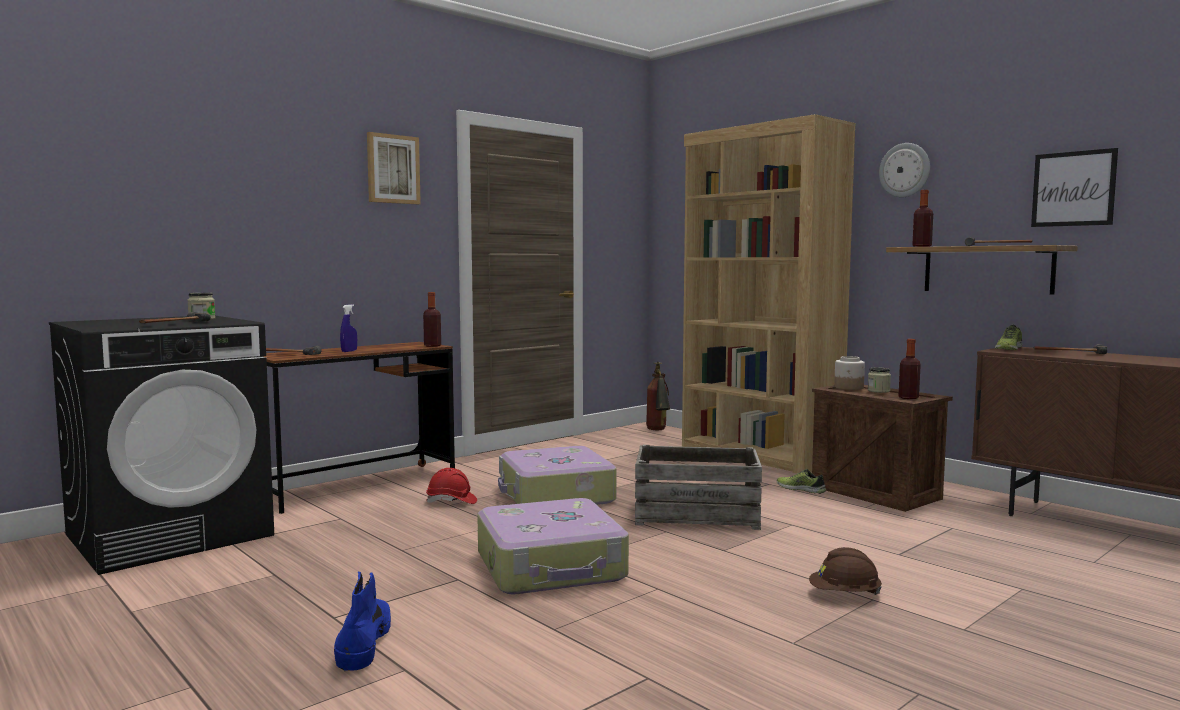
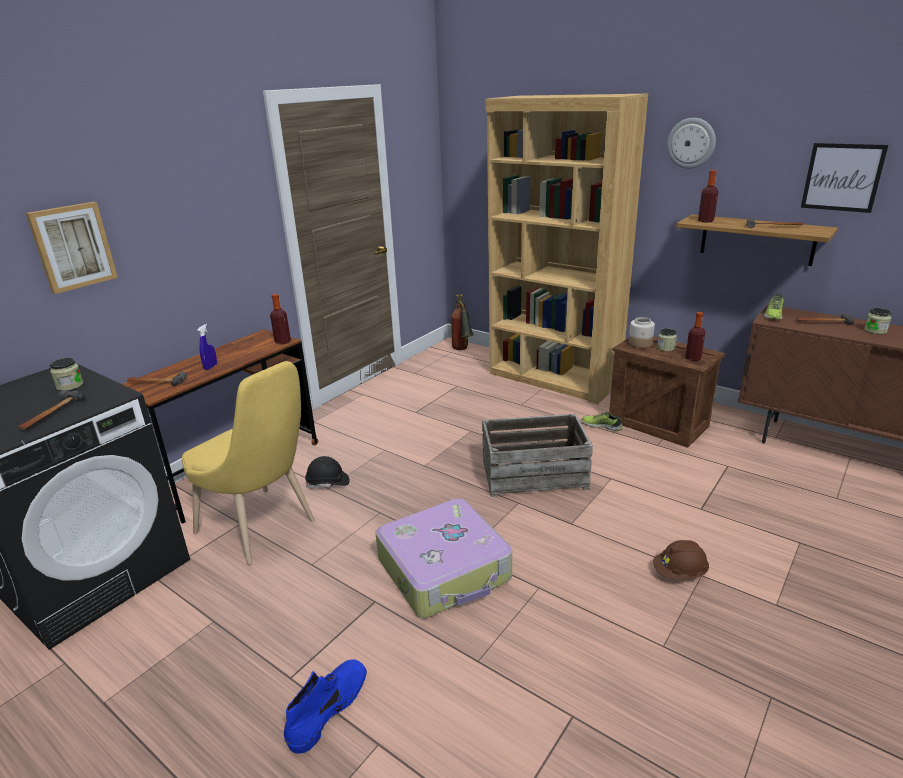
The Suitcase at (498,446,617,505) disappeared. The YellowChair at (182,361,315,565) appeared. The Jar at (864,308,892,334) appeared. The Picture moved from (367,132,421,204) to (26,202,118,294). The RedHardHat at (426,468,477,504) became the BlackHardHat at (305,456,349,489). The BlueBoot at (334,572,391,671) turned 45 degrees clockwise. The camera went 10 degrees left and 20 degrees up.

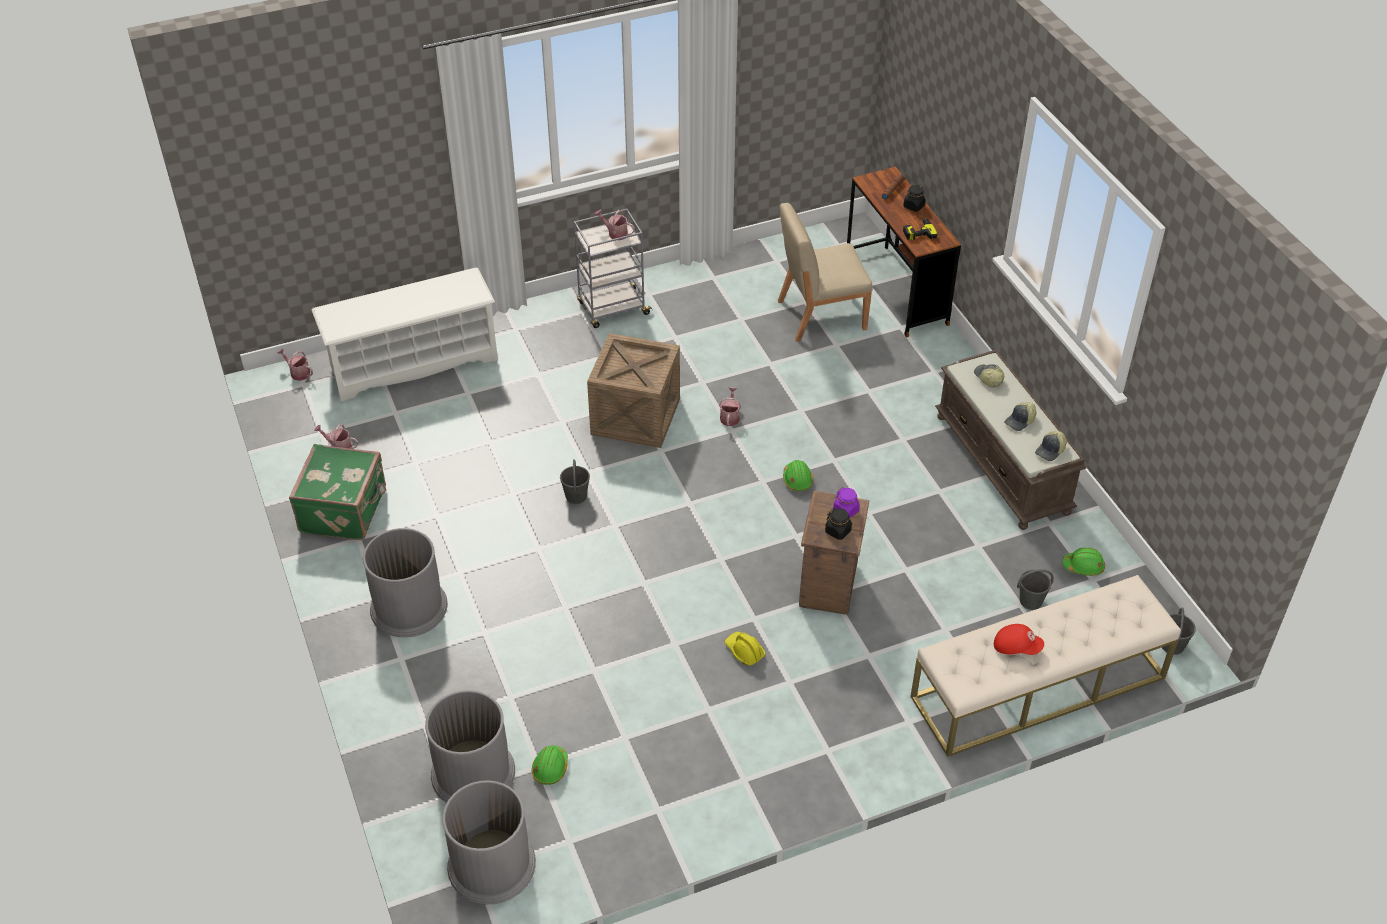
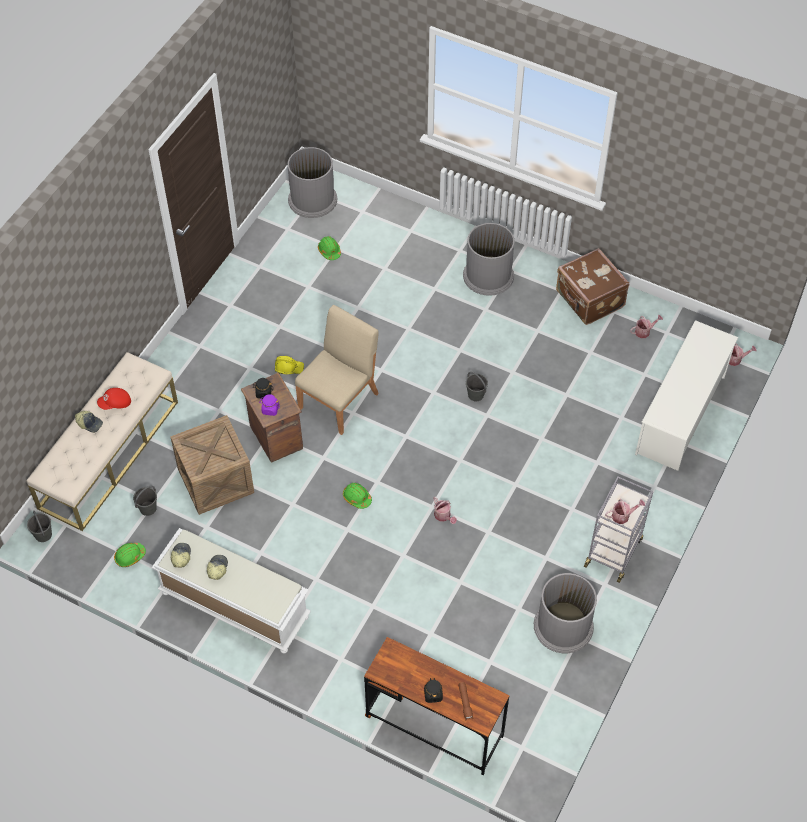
The PowerDrill at (903,212,938,240) disappeared. The GreyTrashCan moved from (425,690,515,803) to (534,573,597,653). The Crate moved from (587,333,680,448) to (170,415,254,515). The BeigeChair moved from (778,203,873,342) to (295,305,379,435). The Cap moved from (974,364,1004,388) to (75,411,103,433). The GreenSuitcase at (289,444,387,540) became the BrownSuitcase at (556,248,629,325). The BrownBench at (935,350,1086,530) became the WhiteBench at (152,528,311,654). The camera went 140 degrees right and 10 degrees up.

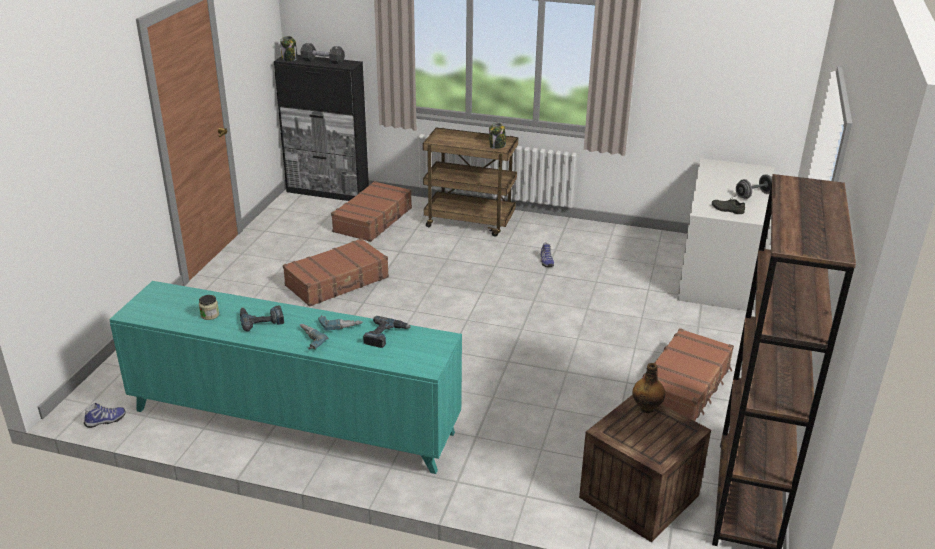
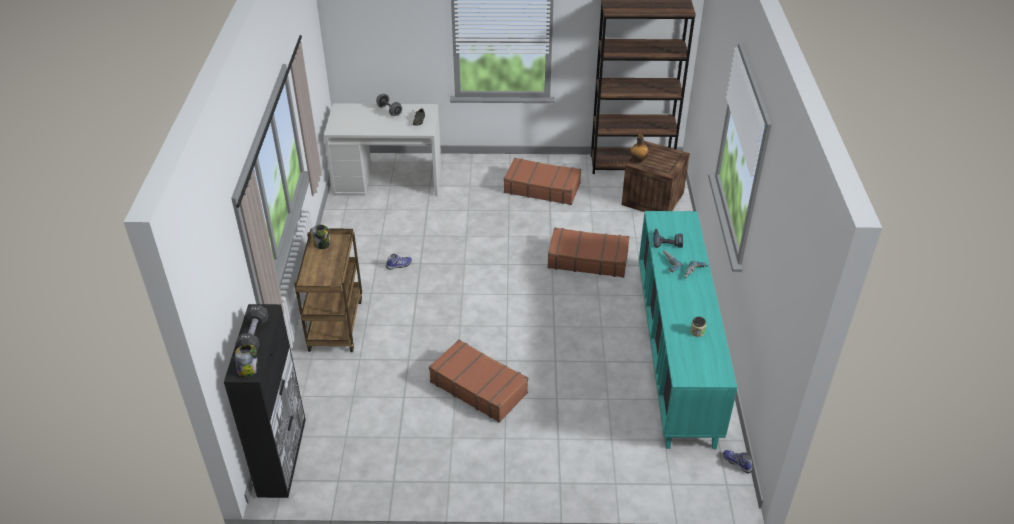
The PowerDrill at (240,306,284,331) disappeared. The BrownSuitcase moved from (331,181,412,242) to (547,227,630,278). The camera went 105 degrees left and 10 degrees up.

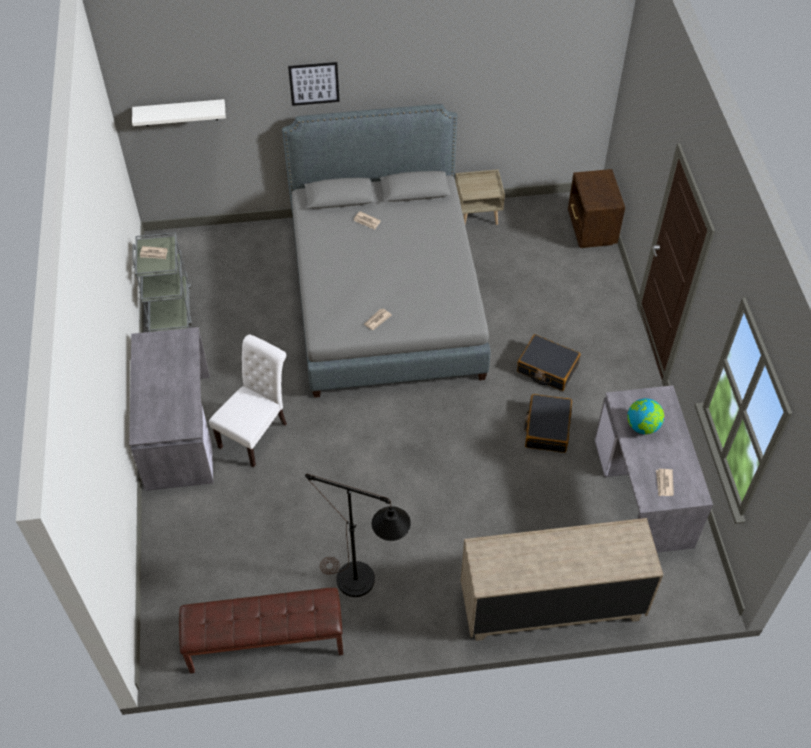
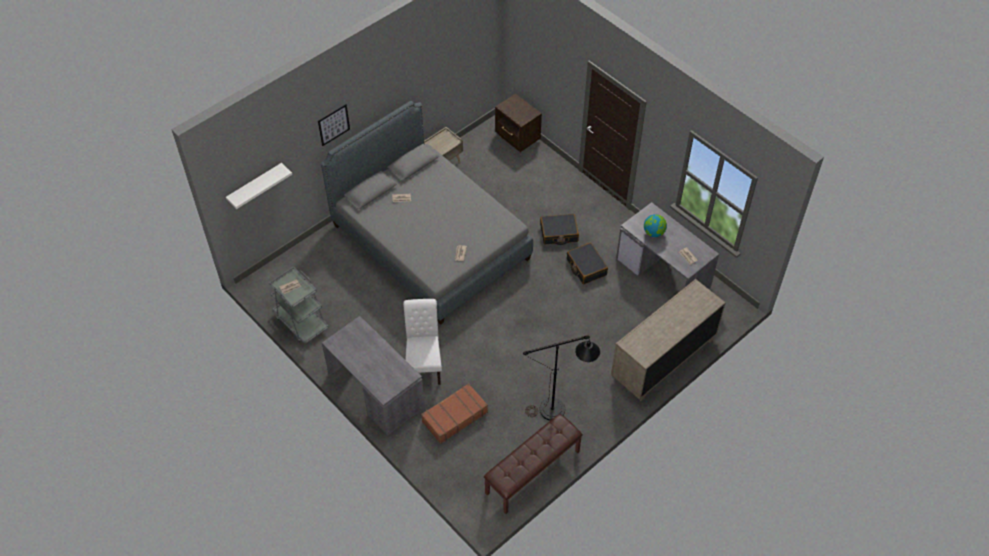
The BrownSuitcase at (421,383,488,444) appeared. The camera went 35 degrees left and 0 degrees up.

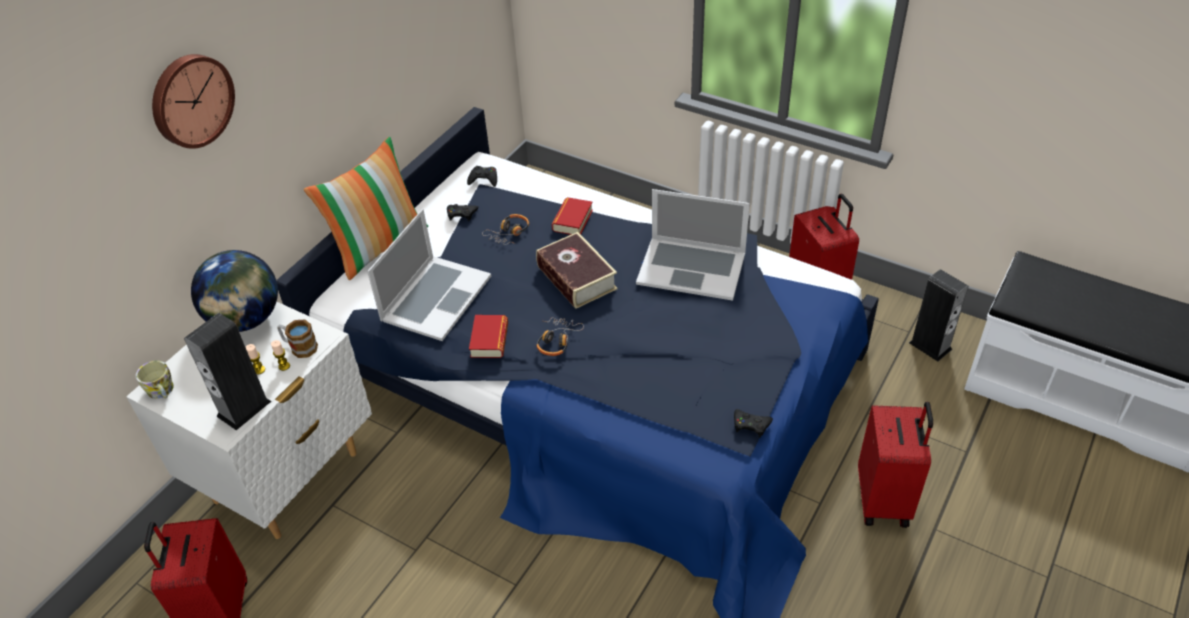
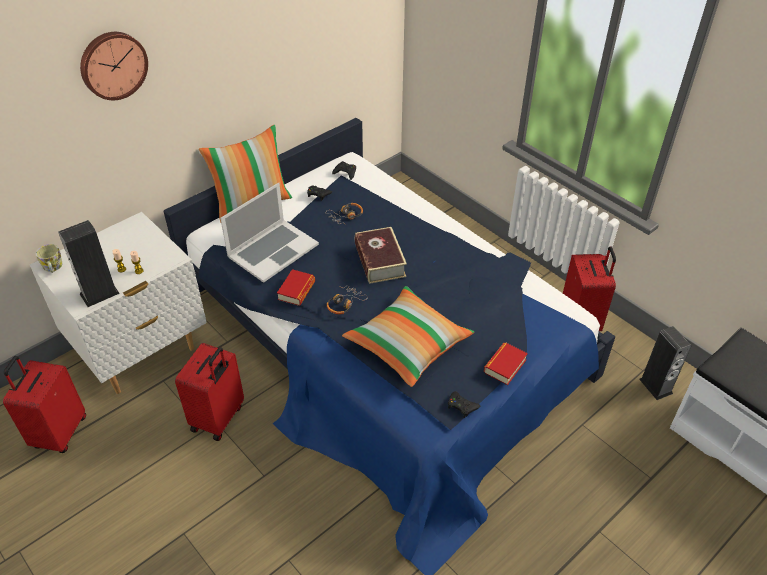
The Globe at (191,250,278,332) disappeared. The Mug at (277,319,318,358) disappeared. The Laptop at (636,189,750,301) disappeared. The Pillow at (342,286,474,387) appeared. The Book moved from (552,197,593,235) to (484,342,528,385). The RedSuitcase moved from (858,402,933,528) to (175,343,244,441). The camera went 15 degrees right and 0 degrees up.

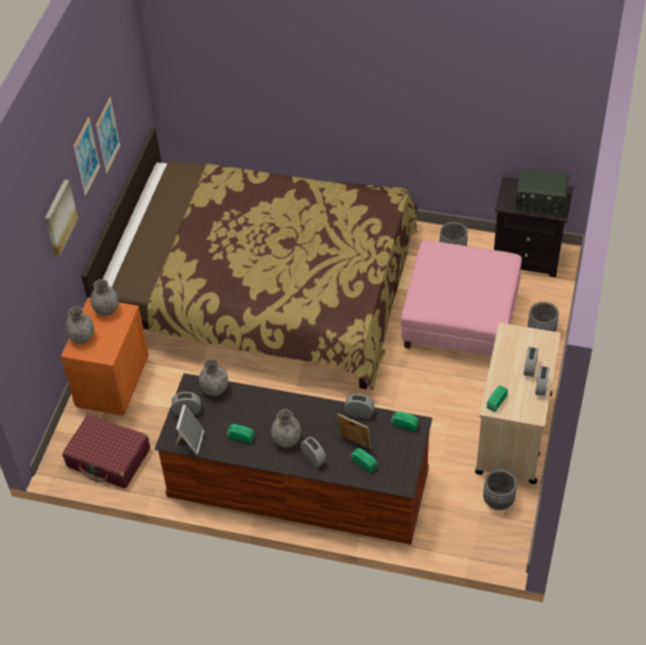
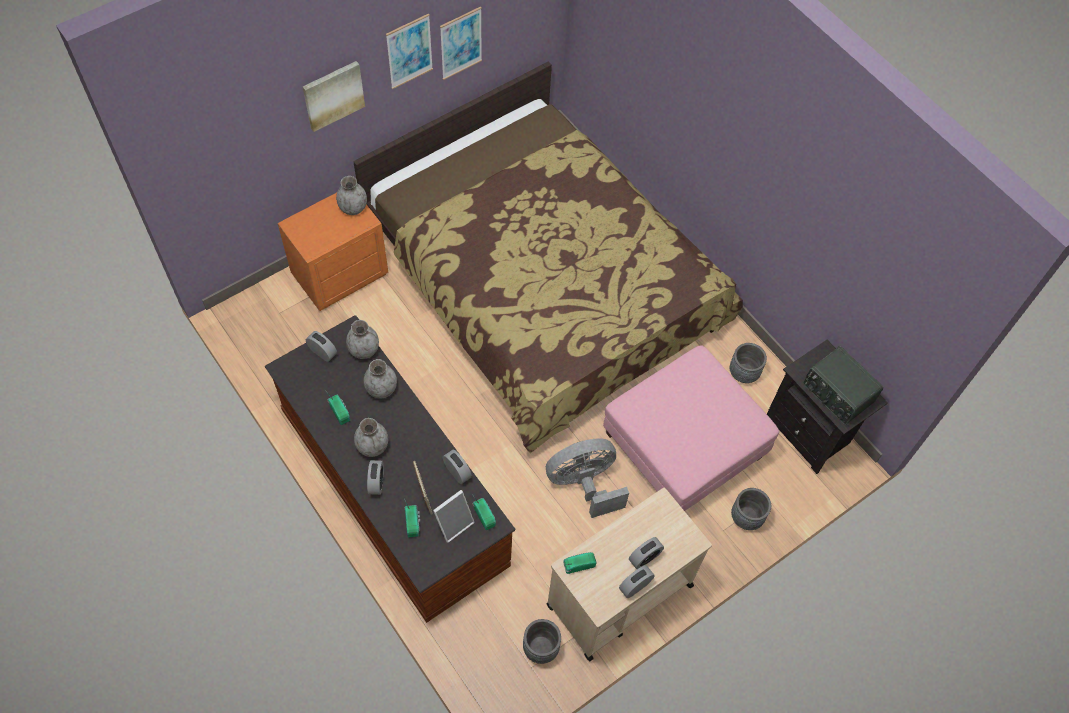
The RedSuitcase at (62,414,150,488) disappeared. The GreyFan at (546,438,629,518) appeared. The GreyVase moved from (65,307,94,344) to (363,359,397,399). The PictureFrame moved from (176,405,204,454) to (433,490,475,543). The camera went 35 degrees right and 10 degrees up.

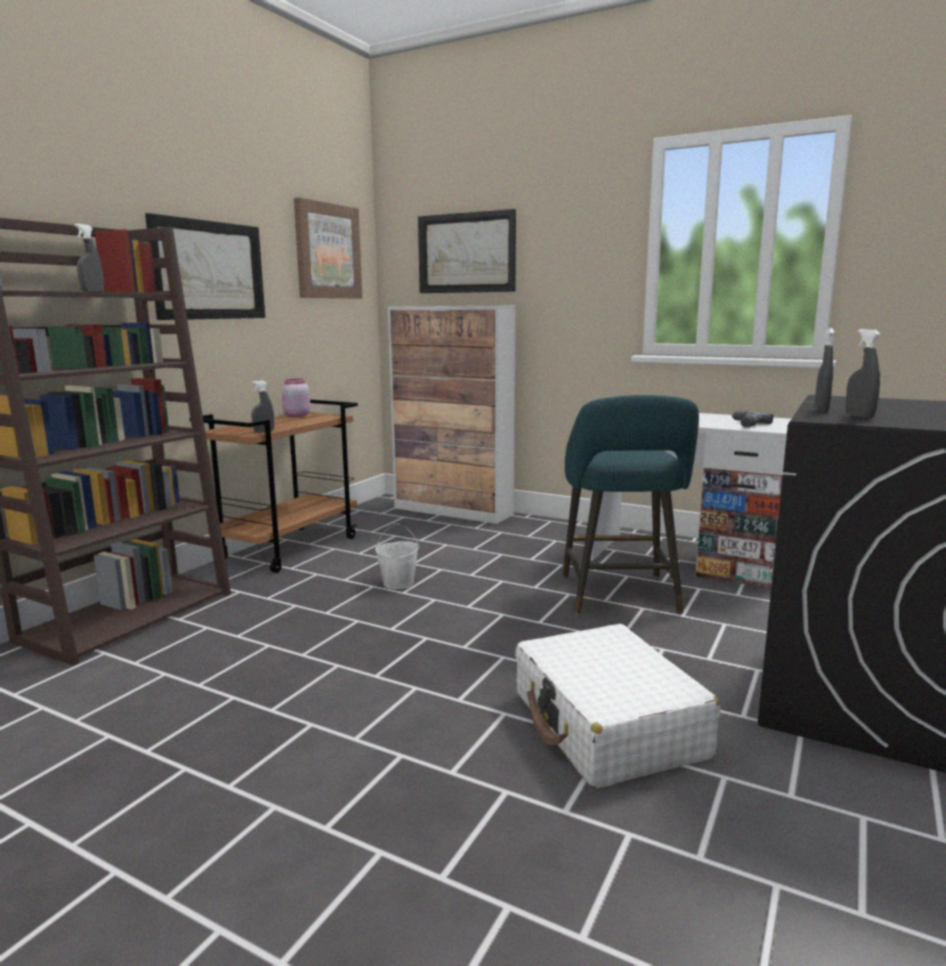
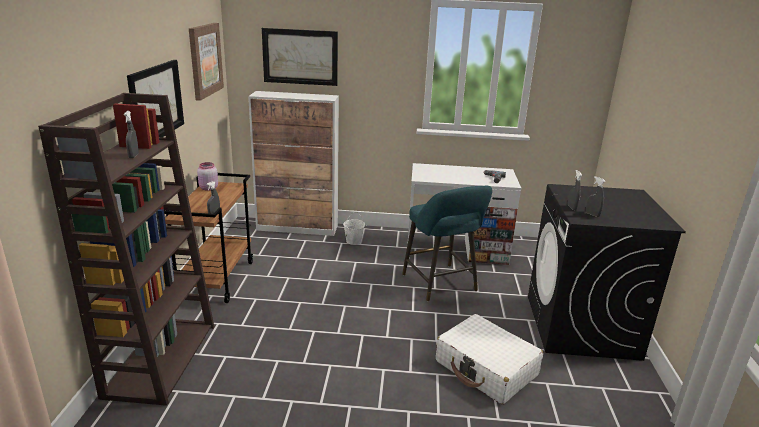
The WhiteBucket moved from (375,523,419,589) to (343,212,365,245). The camera went 25 degrees left and 10 degrees up.

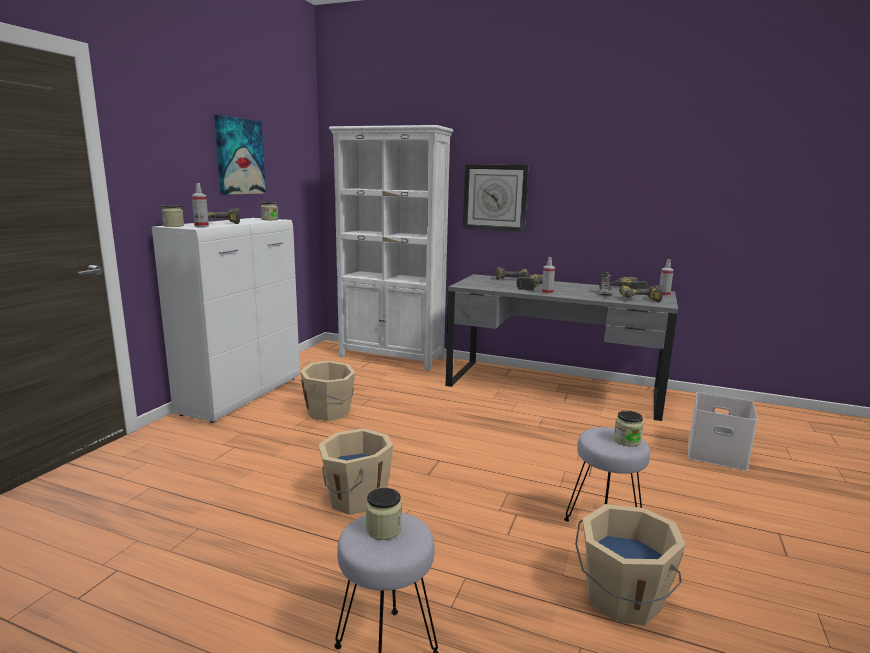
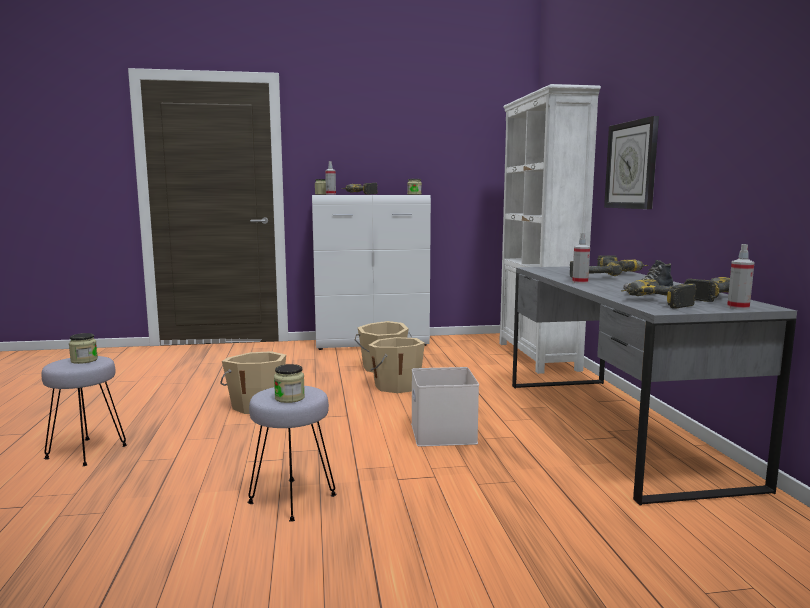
The Picture at (214,115,266,195) disappeared. The BeigeBucket moved from (575,504,686,626) to (368,337,425,393). The WhiteStorageBox moved from (688,392,758,471) to (411,367,479,447). The camera went 60 degrees right and 5 degrees down.

